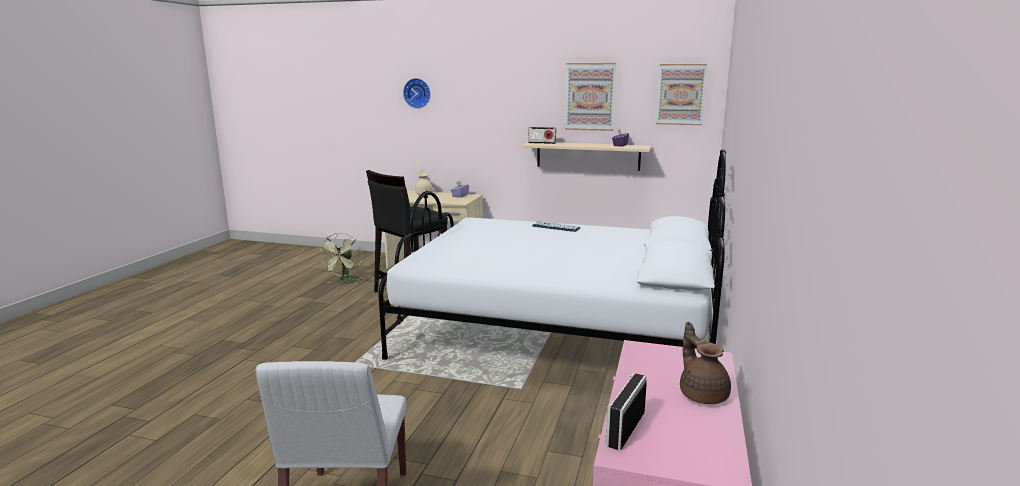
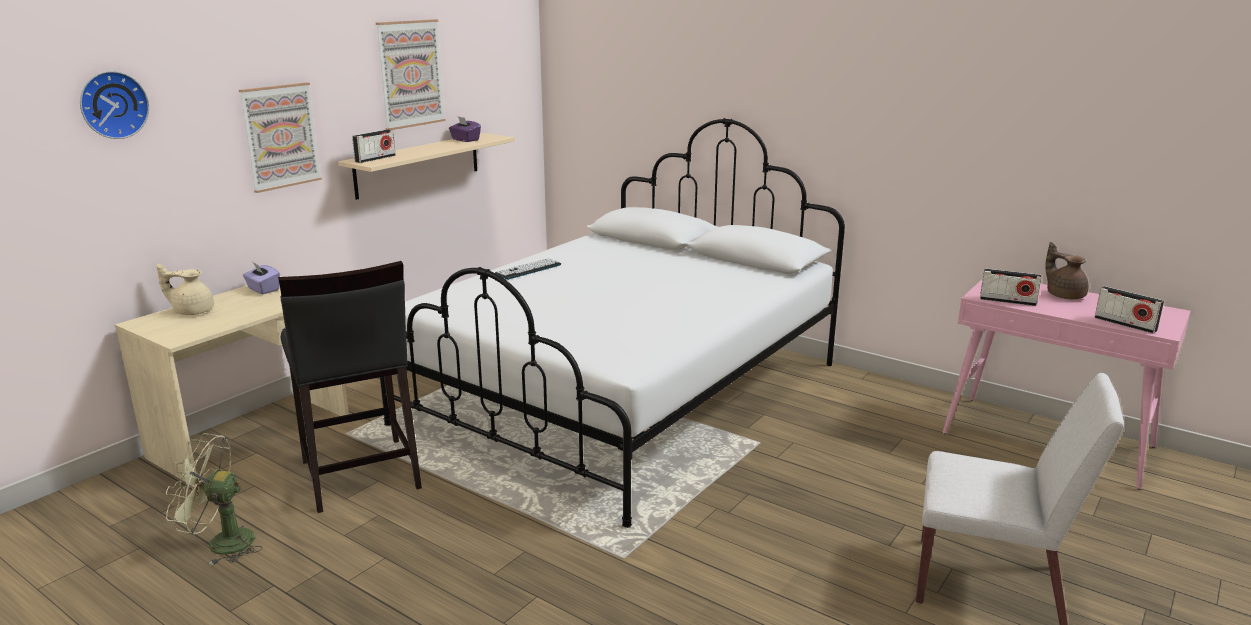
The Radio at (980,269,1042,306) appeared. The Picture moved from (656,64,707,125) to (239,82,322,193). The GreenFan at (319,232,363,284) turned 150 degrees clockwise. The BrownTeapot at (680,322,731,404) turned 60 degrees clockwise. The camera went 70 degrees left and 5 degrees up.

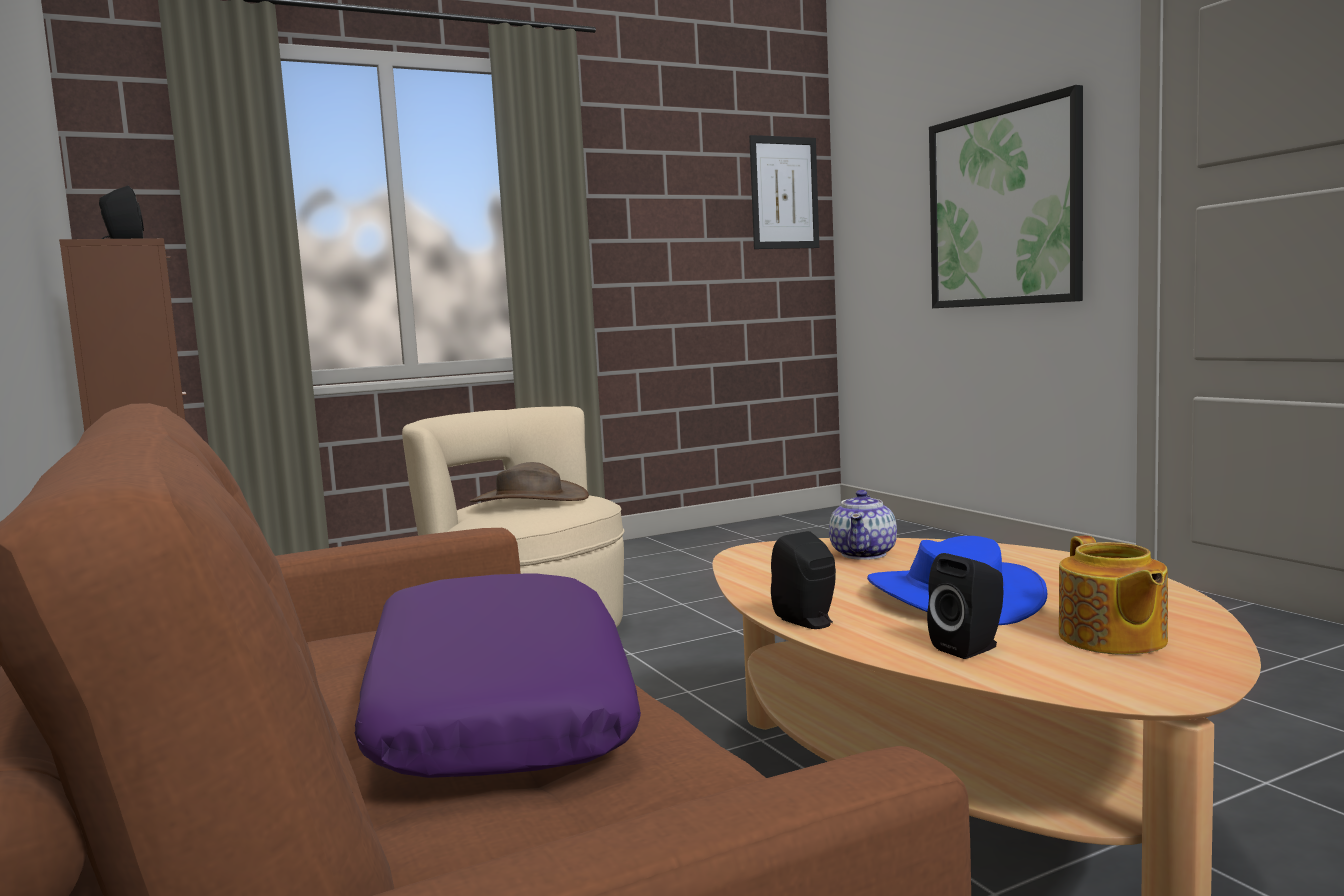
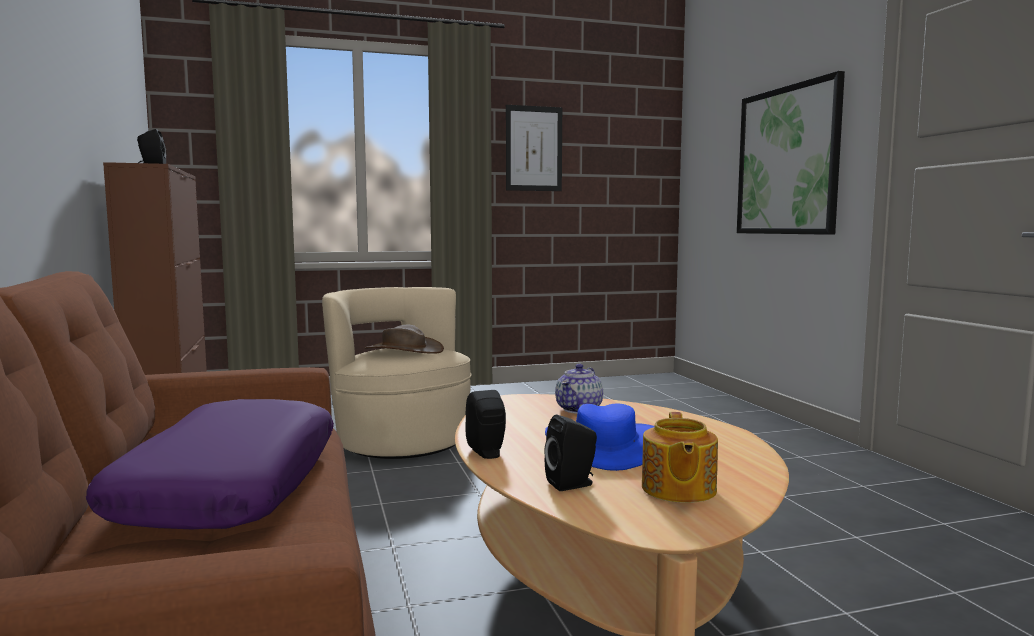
The Picture moved from (749,135,819,249) to (506,105,562,191). The camera went 10 degrees right and 0 degrees up.

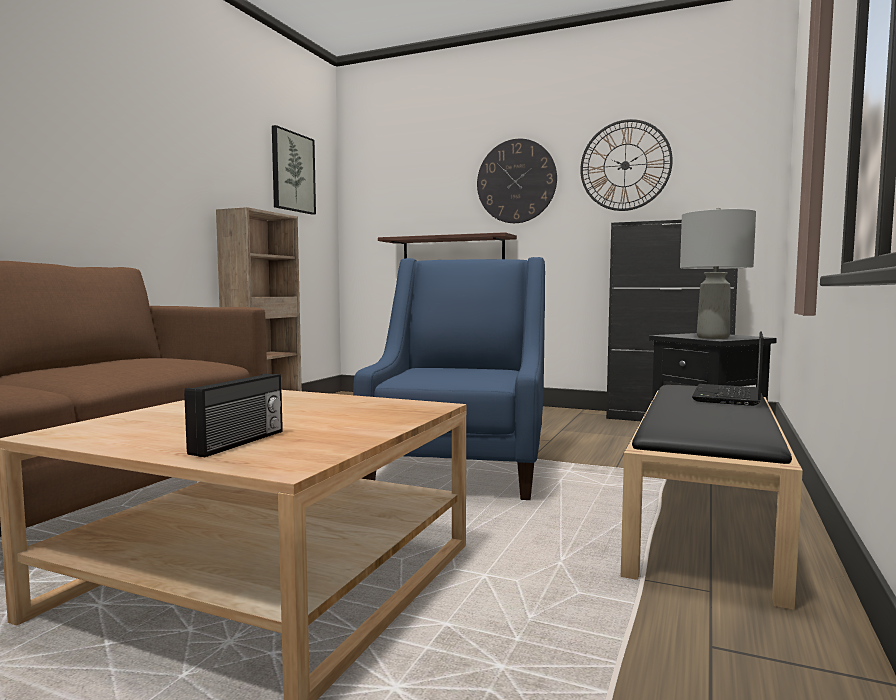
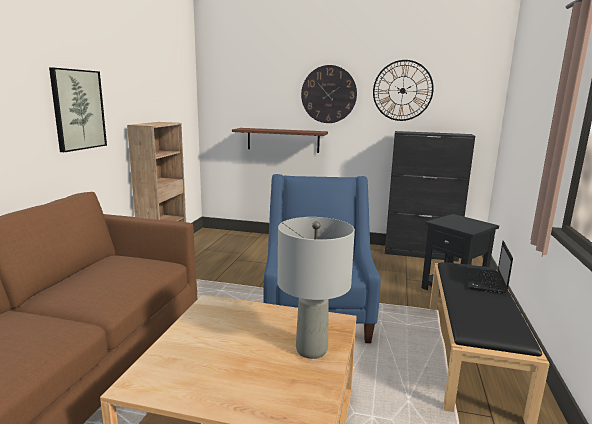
The Radio at (184,374,283,457) disappeared. The Picture moved from (272,125,316,215) to (49,67,107,152). The GreyTableLamp moved from (680,208,756,339) to (277,217,355,359). The camera went 10 degrees left and 10 degrees up.

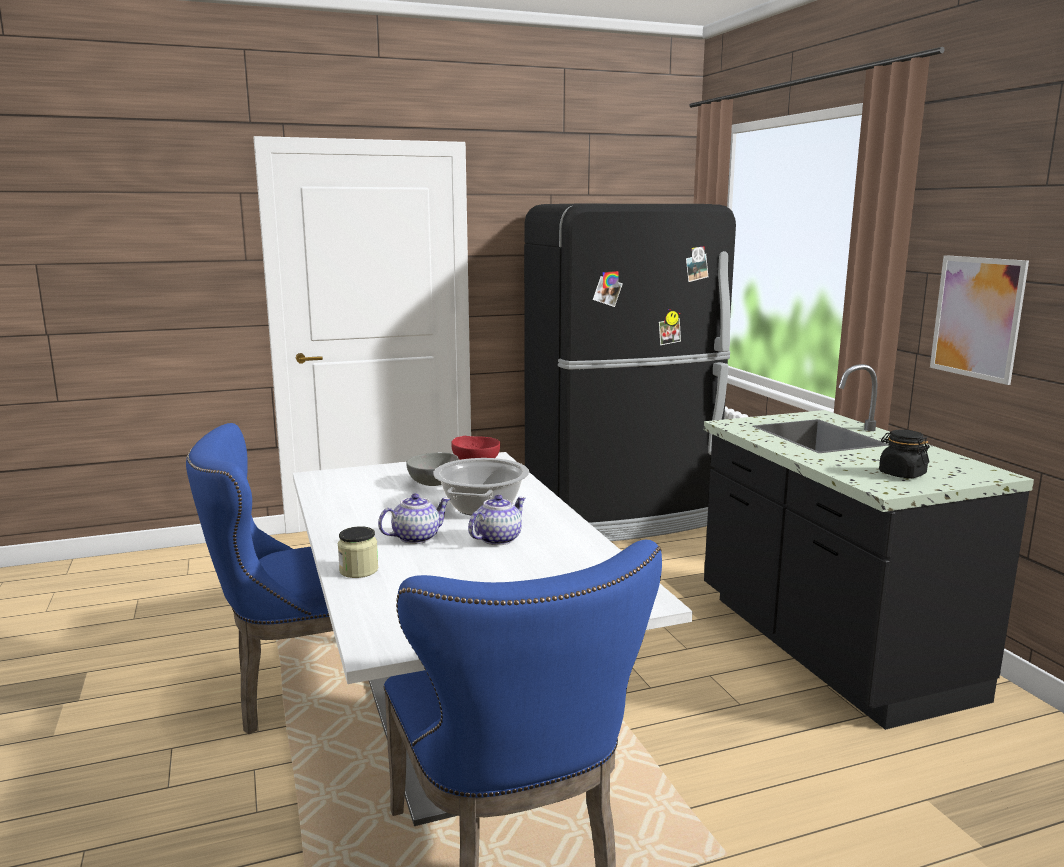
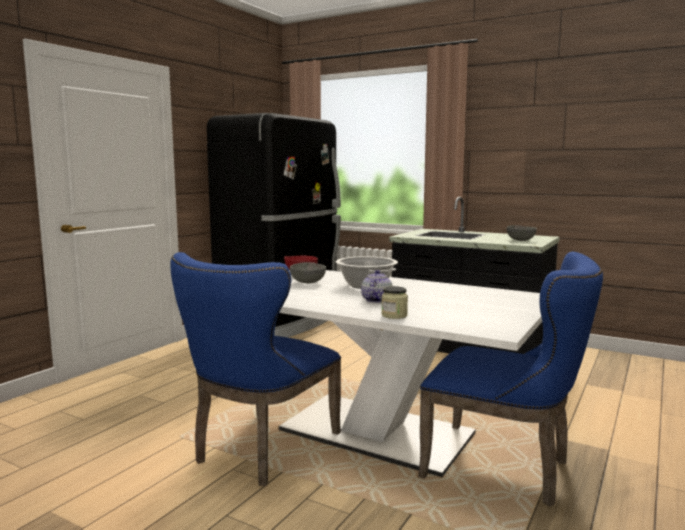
The Teapot at (468,495,526,545) disappeared. The Picture at (930,255,1029,385) disappeared. The BlackJar at (879,430,930,478) was replaced by the GreyBowl at (507,225,537,241). The camera went 40 degrees left and 5 degrees down.

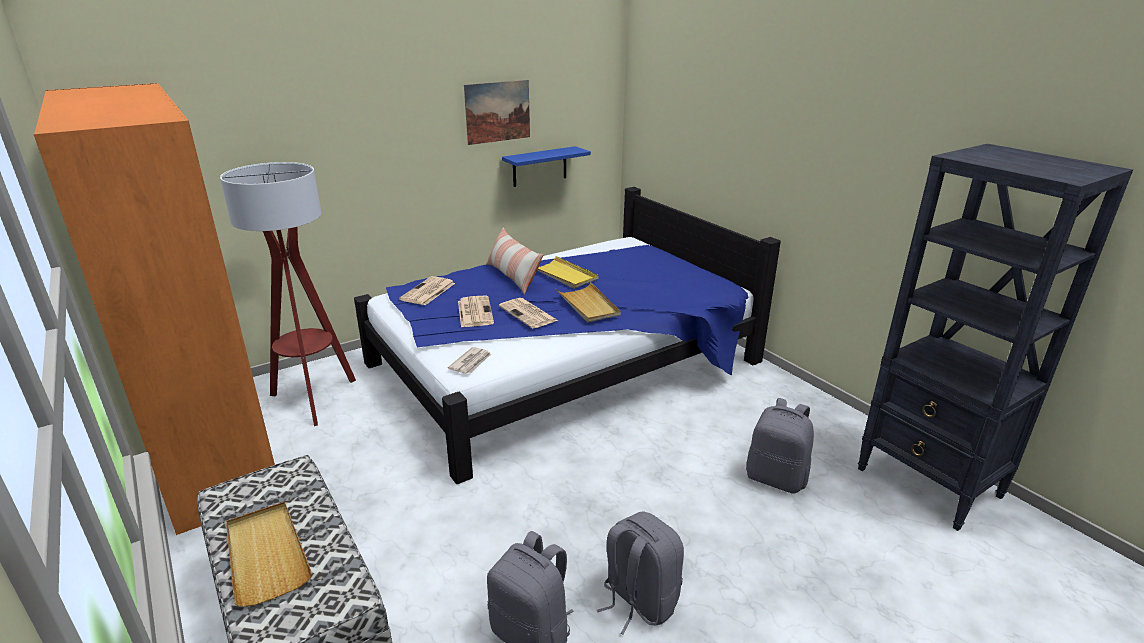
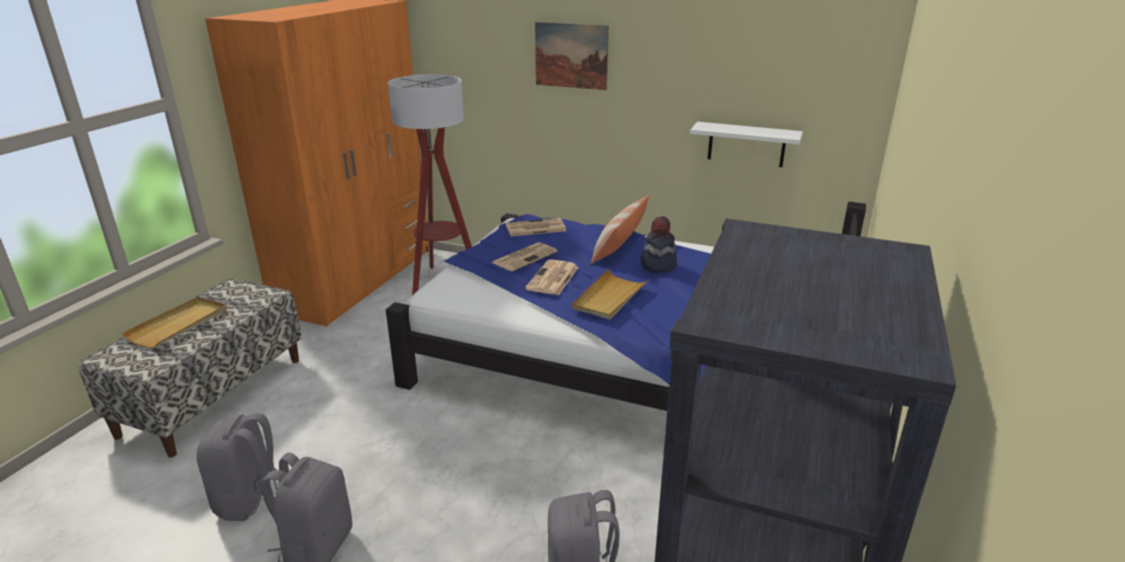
The Newspaper at (448,347,491,374) disappeared. The Picture moved from (464,80,530,145) to (535,22,609,90). The YellowTray at (537,256,599,289) was replaced by the Hat at (641,216,677,273). The BlueShelf at (502,146,591,187) became the WhiteShelf at (690,122,803,167). The camera went 55 degrees right and 0 degrees up.

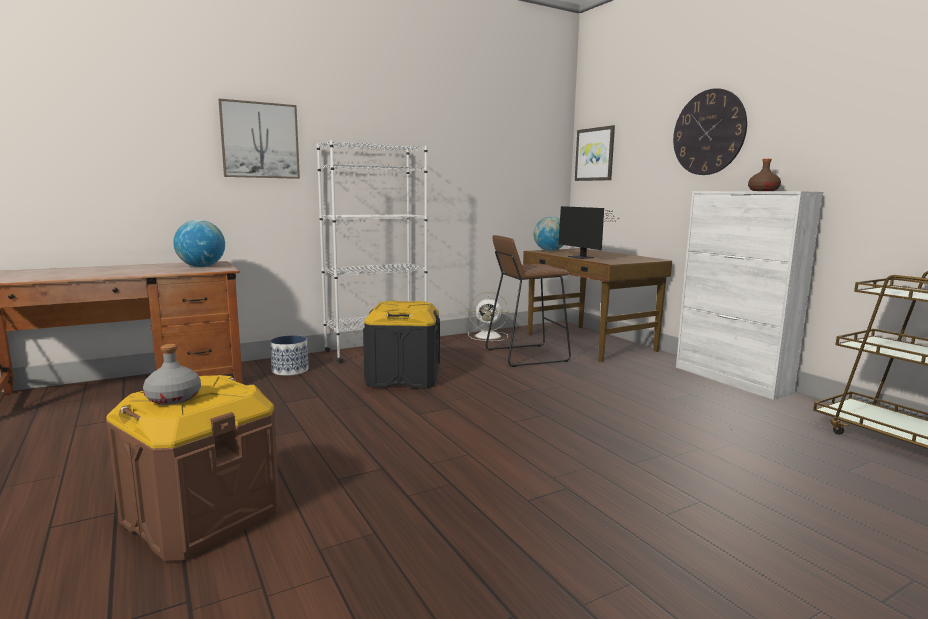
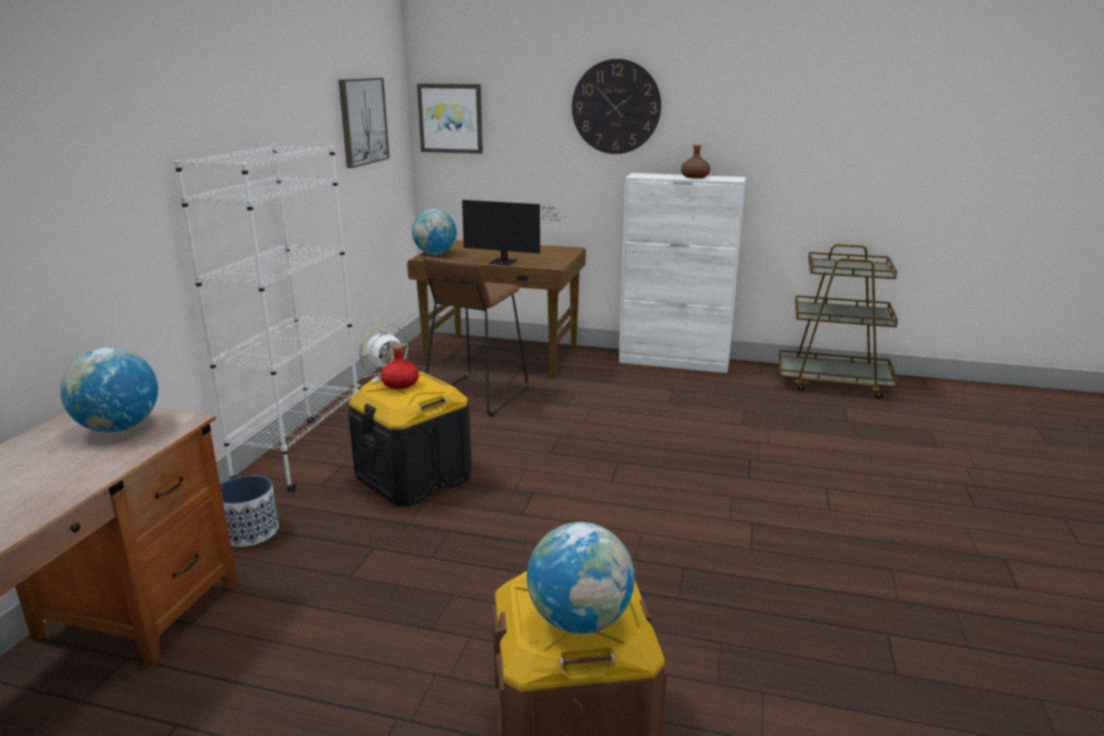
The RedBottle at (380,345,419,389) appeared. The Picture moved from (218,98,300,179) to (339,78,390,168). The GreyBottle at (143,344,201,405) was replaced by the Globe at (527,522,635,634). The camera went 45 degrees left and 10 degrees up.

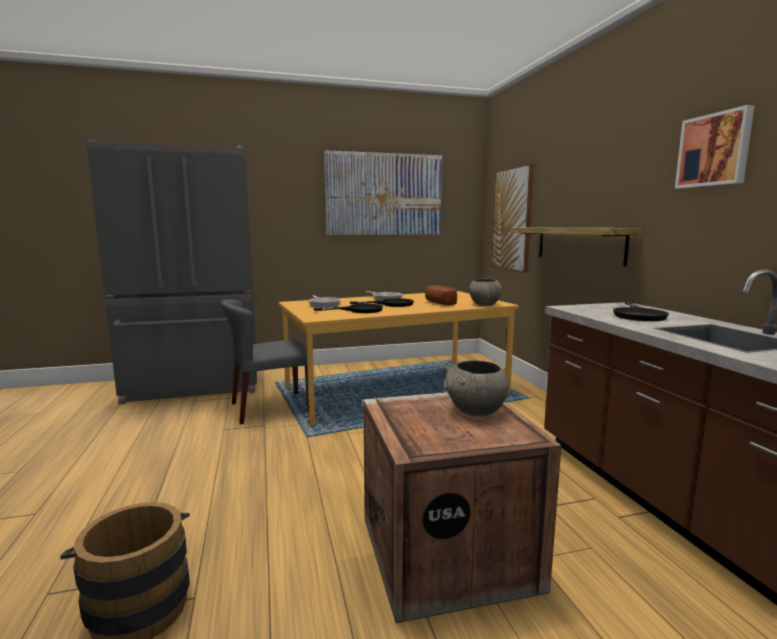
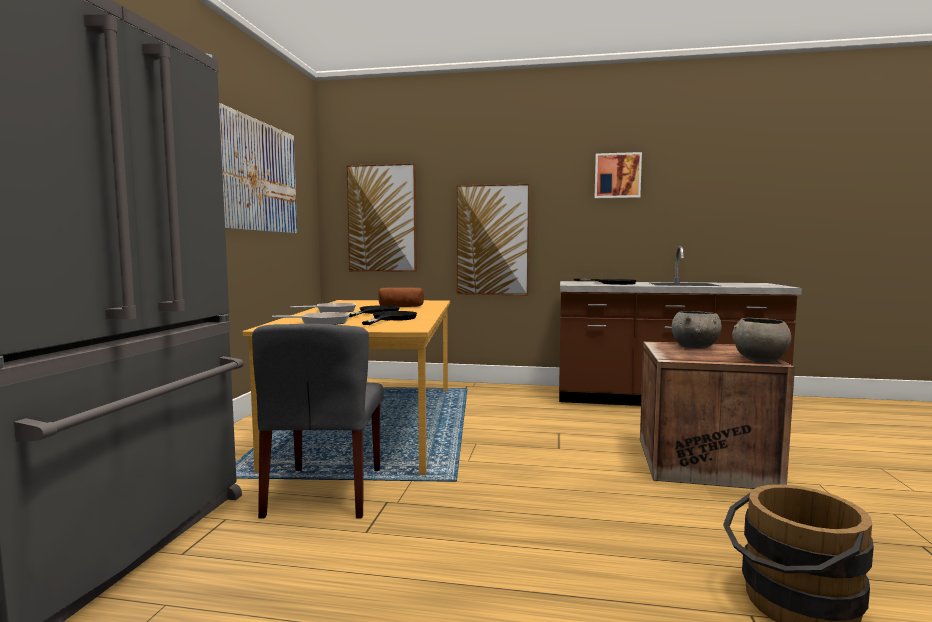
The GreyBowl moved from (469,279,502,306) to (732,318,791,363). The Shelf at (511,228,641,266) was replaced by the Picture at (456,184,530,296). The camera went 65 degrees left and 5 degrees down.

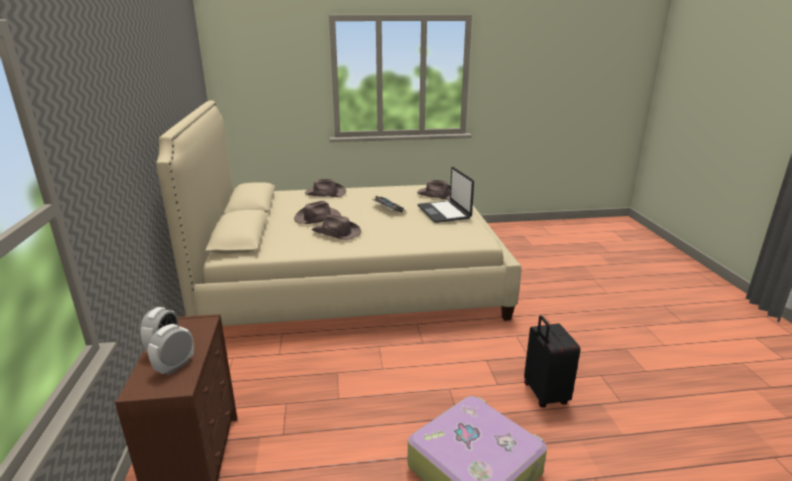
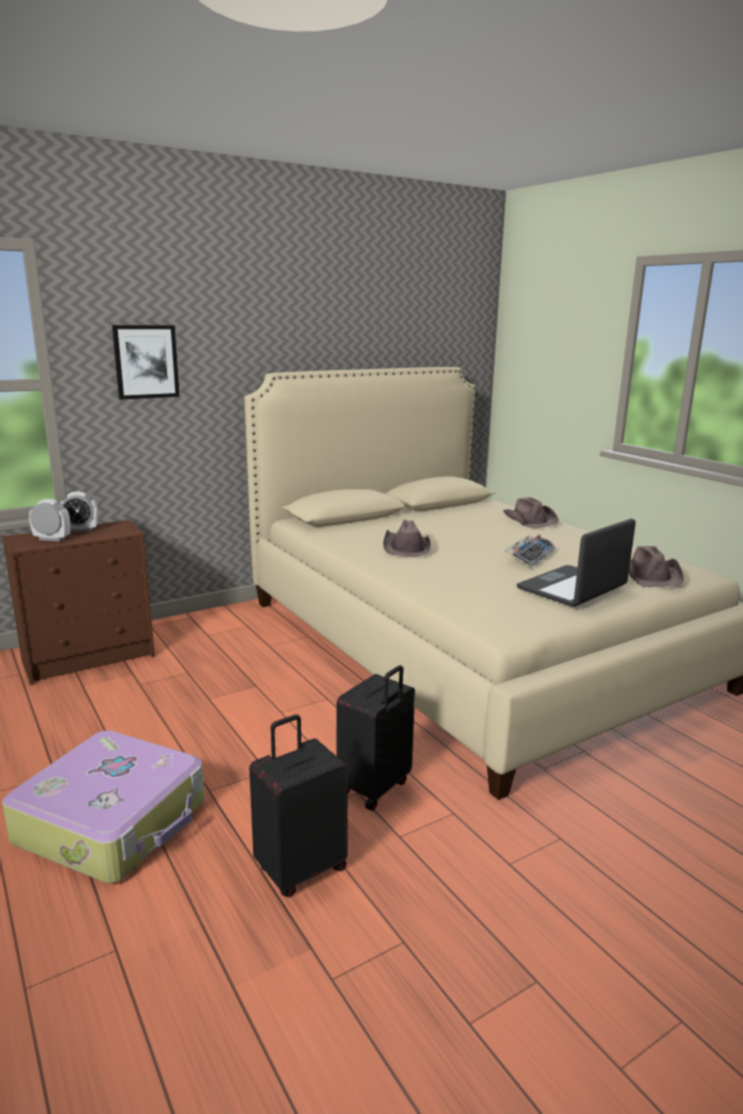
The BrownHat at (294,201,341,224) disappeared. The Picture at (112,325,180,400) appeared. The BlackSuitcase at (337,665,415,811) appeared. The camera went 65 degrees right and 5 degrees down.

